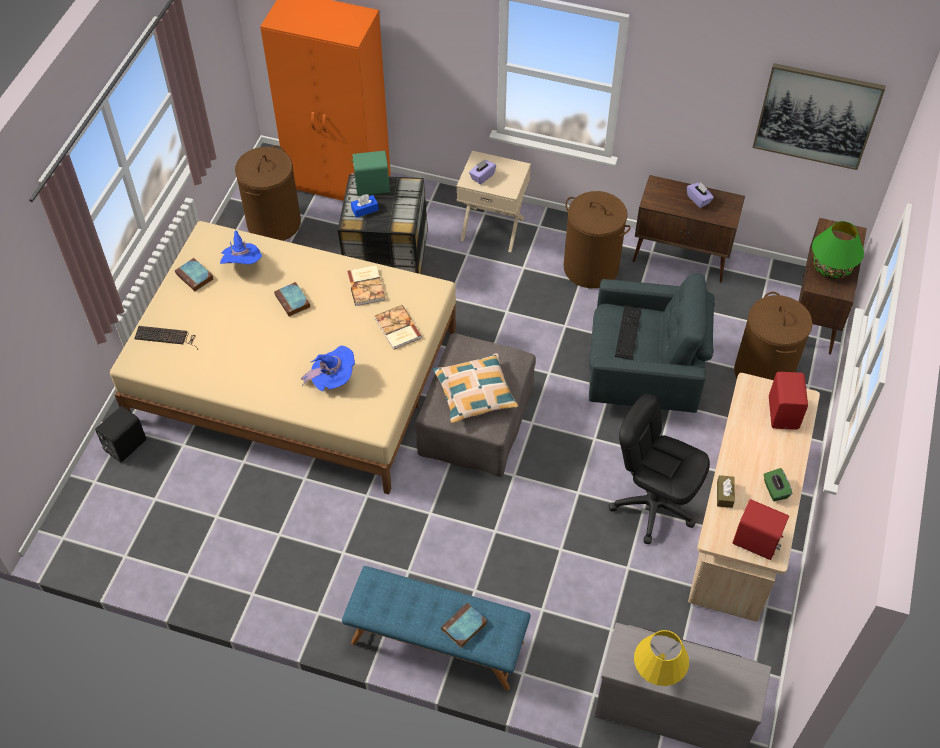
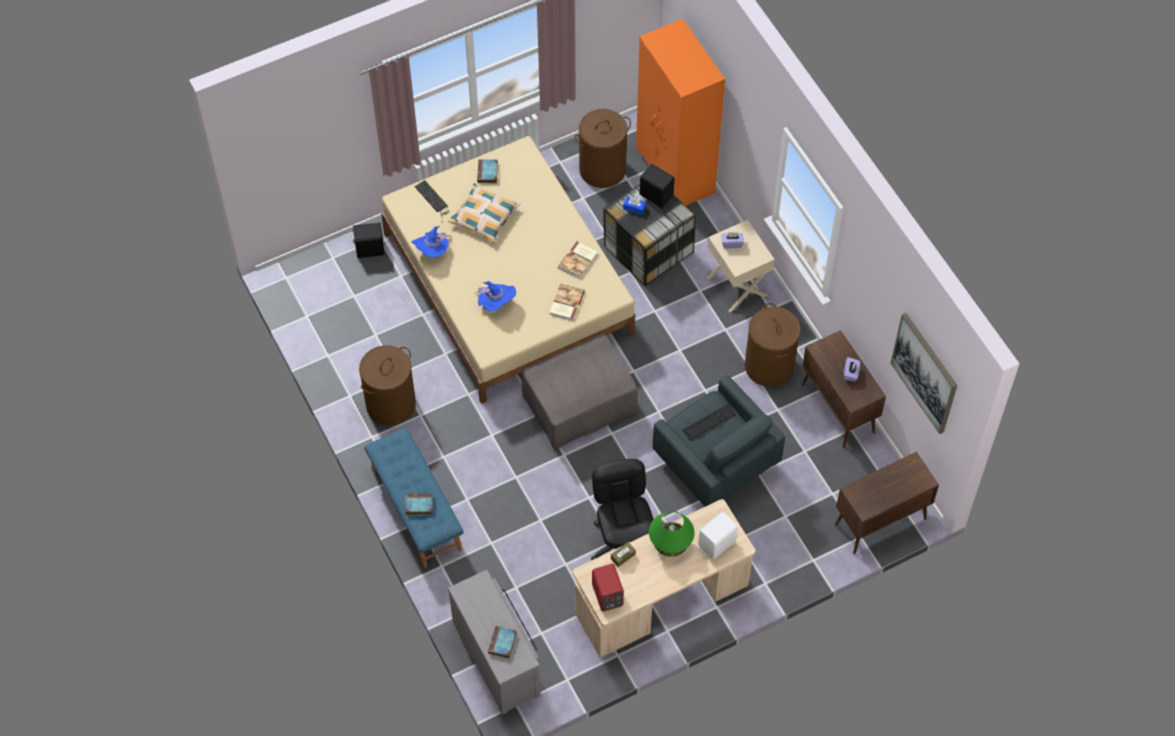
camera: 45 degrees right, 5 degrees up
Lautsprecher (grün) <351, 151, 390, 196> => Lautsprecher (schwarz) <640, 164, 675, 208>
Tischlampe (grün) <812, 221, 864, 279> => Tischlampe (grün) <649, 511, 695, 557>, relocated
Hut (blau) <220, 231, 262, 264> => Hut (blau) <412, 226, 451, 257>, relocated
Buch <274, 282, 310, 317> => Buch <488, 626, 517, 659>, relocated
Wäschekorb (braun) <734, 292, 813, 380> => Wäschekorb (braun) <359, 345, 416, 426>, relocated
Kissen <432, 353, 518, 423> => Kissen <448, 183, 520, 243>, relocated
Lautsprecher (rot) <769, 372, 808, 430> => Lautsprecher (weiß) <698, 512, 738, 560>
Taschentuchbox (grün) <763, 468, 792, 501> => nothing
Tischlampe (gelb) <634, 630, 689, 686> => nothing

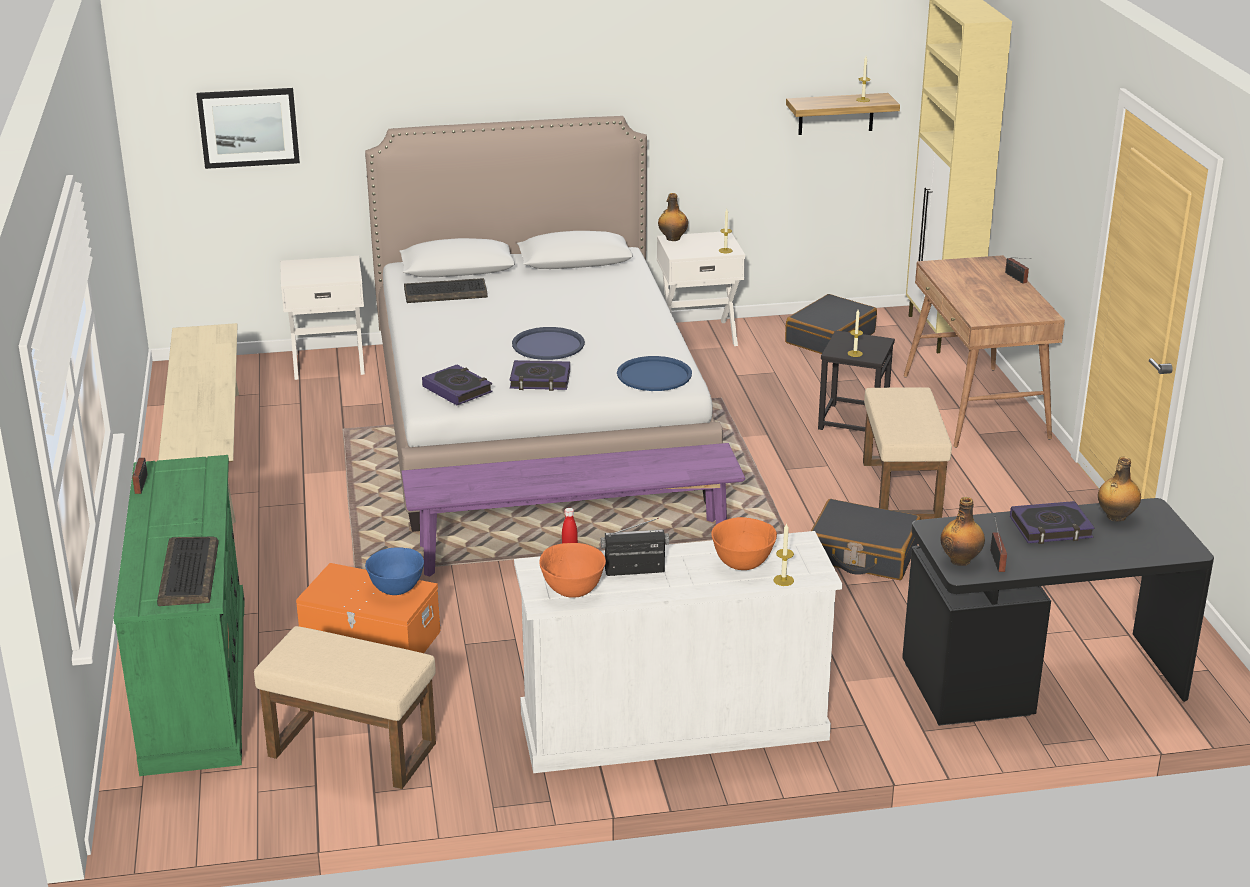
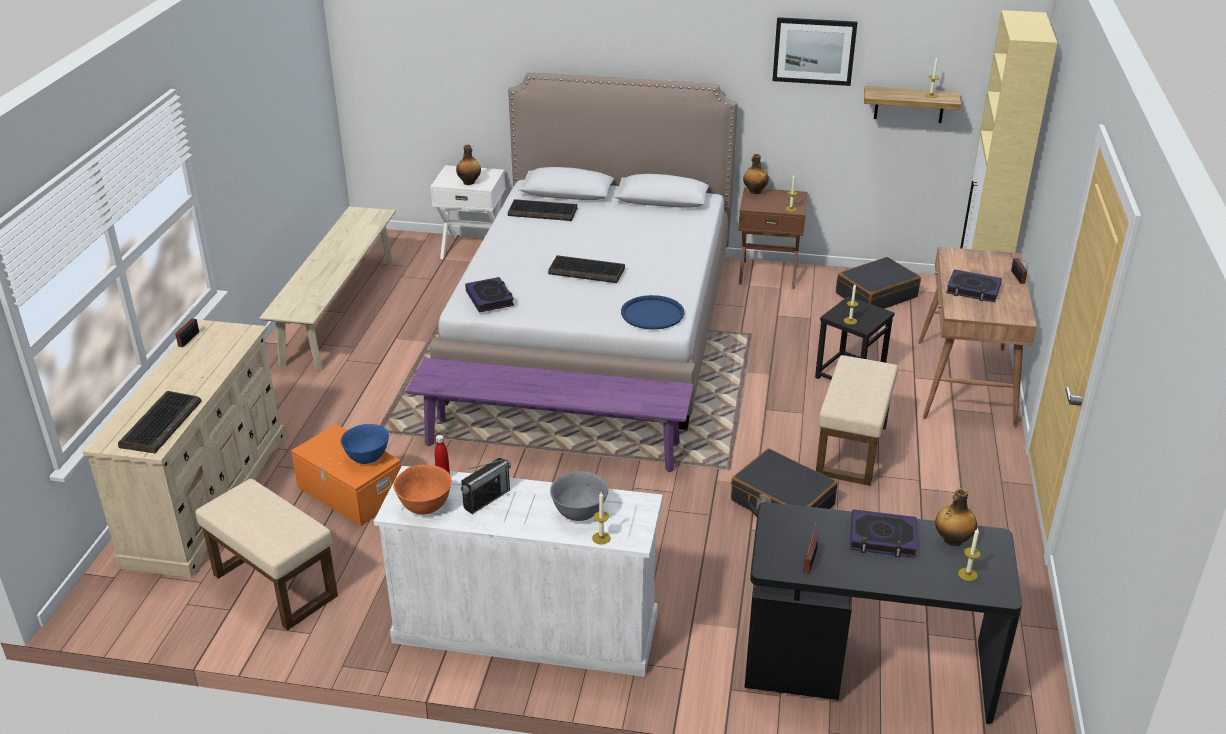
camera: 20 degrees right, 5 degrees up
Bild <197, 88, 300, 169> => Bild <772, 17, 857, 86>, relocated
Nachttisch (weiß) <657, 232, 745, 346> => Nachttisch (braun) <738, 187, 808, 289>
Tablett (blau) <512, 327, 585, 360> => Tastatur <548, 255, 625, 283>
Buch <510, 360, 570, 391> => Buch <946, 269, 1002, 302>, relocated
Kommode (grün) <114, 455, 244, 776> => Kommode (beige) <82, 320, 286, 578>
Flasche <941, 497, 985, 566> => Flasche <456, 145, 481, 185>, relocated
Schüssel (orange) <711, 517, 777, 570> => Schüssel (grau) <550, 471, 608, 521>
Radio <601, 518, 669, 576> => Radio <461, 458, 511, 514>, 120 degrees clockwise
nothing => Kerze <958, 528, 981, 581>

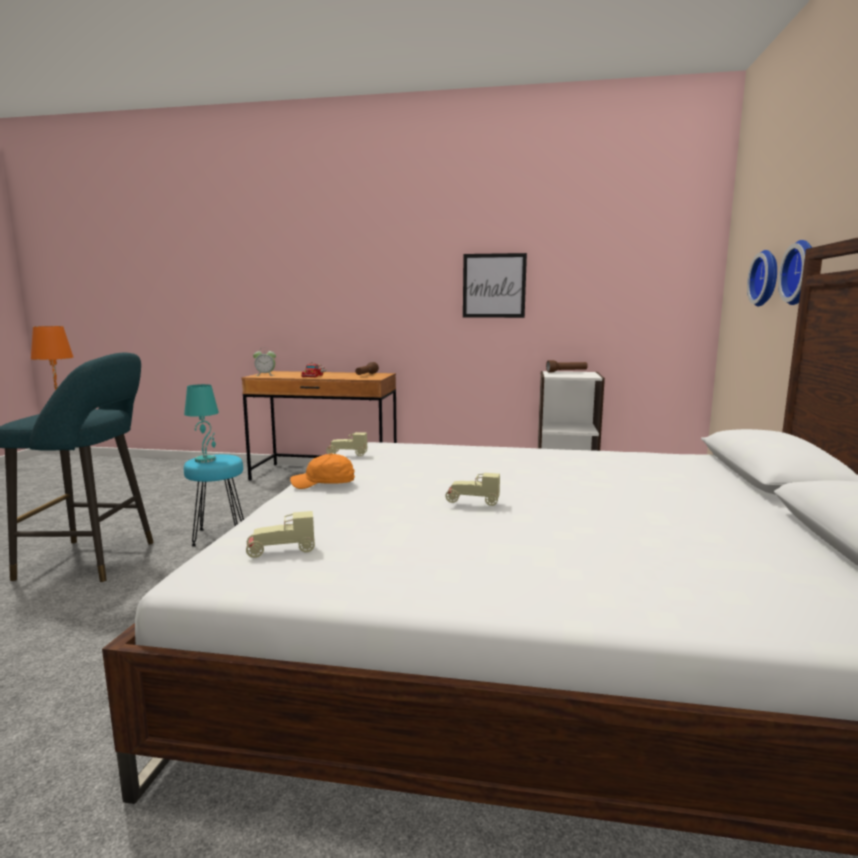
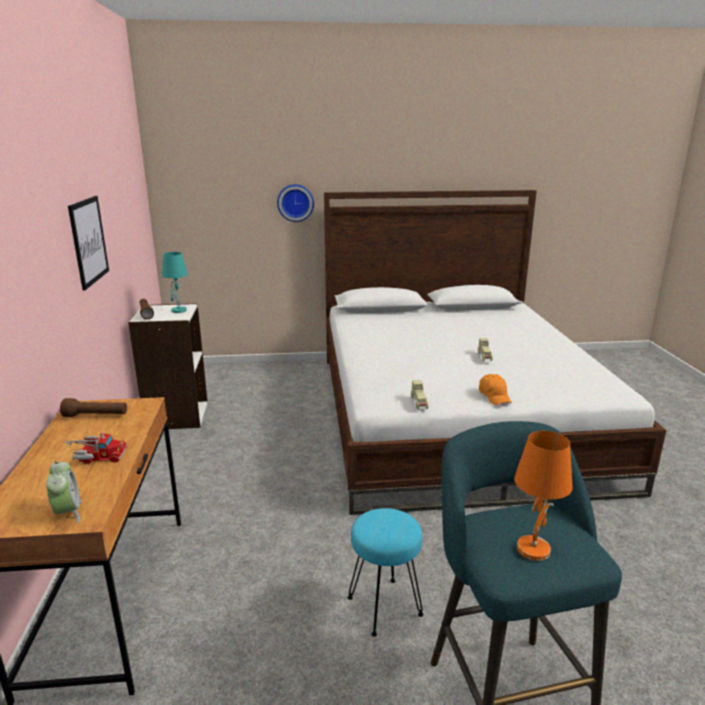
camera: 105 degrees left, 10 degrees up
Wanduhr <747, 250, 777, 306> => nothing
Tischlampe (türkis) <184, 384, 219, 463> => Tischlampe (türkis) <162, 252, 188, 313>, relocated
Spielzeugauto (beige) <246, 511, 315, 558> => nothing

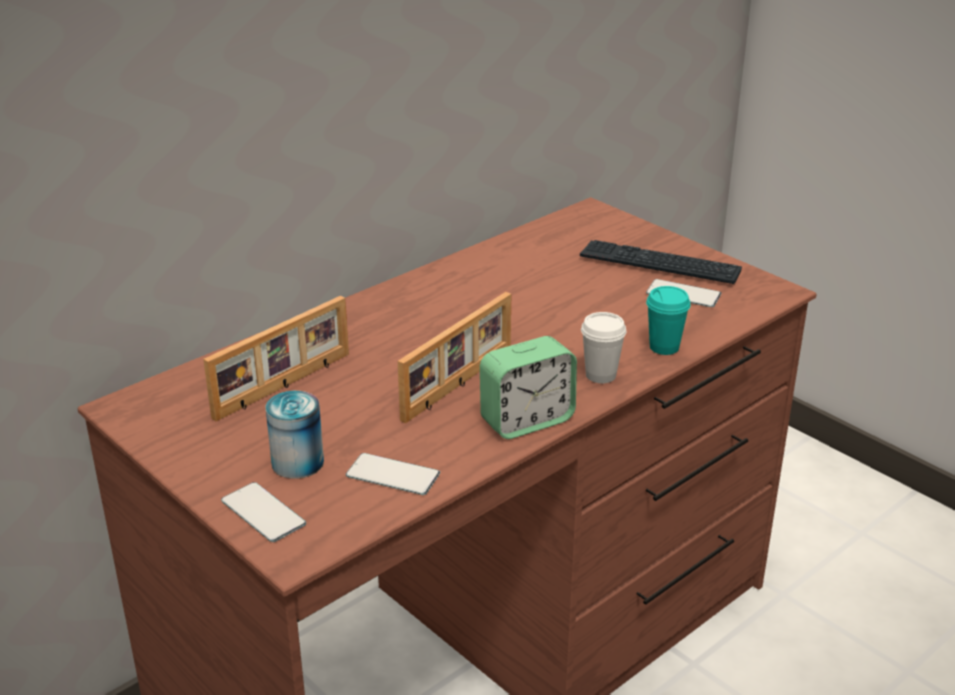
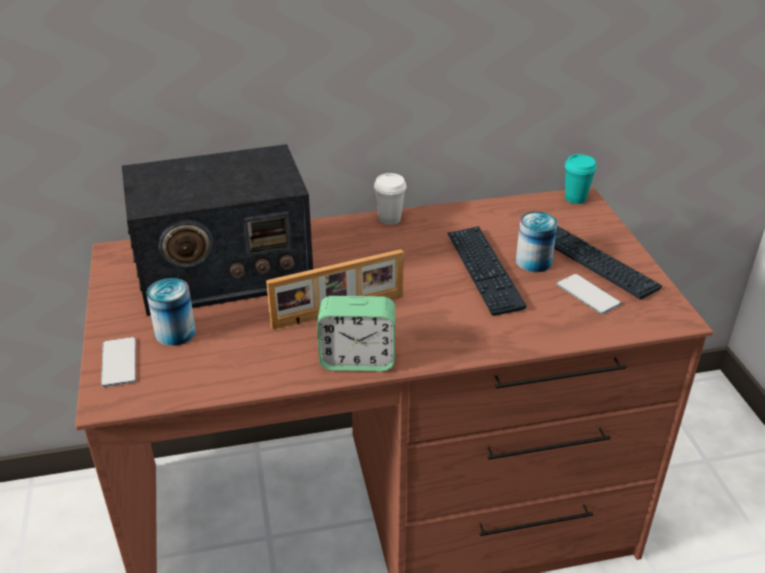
camera: 30 degrees right, 5 degrees up
Tasse (türkis) <646, 286, 690, 355> => Tasse (türkis) <565, 154, 597, 204>, relocated
Bilderrahmen <203, 296, 349, 421> => Radio <122, 144, 313, 316>
Tasse (weiß) <581, 312, 626, 383> => Tasse (weiß) <374, 173, 406, 225>, relocated
Handy <346, 453, 440, 495> => nothing
nothing => Dose <516, 212, 558, 272>
nothing => Tastatur <447, 226, 527, 316>

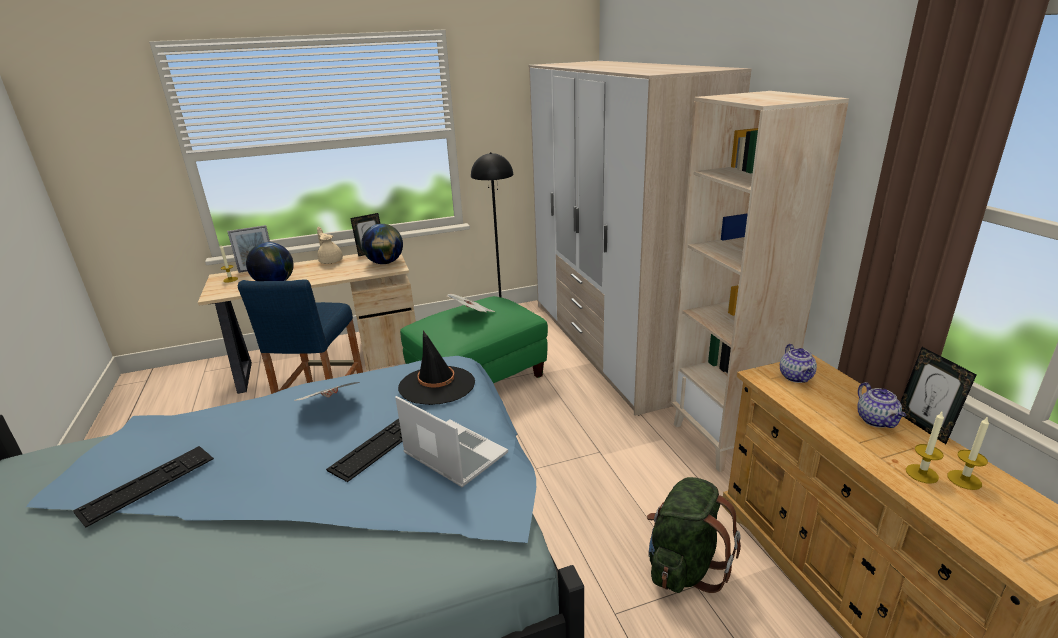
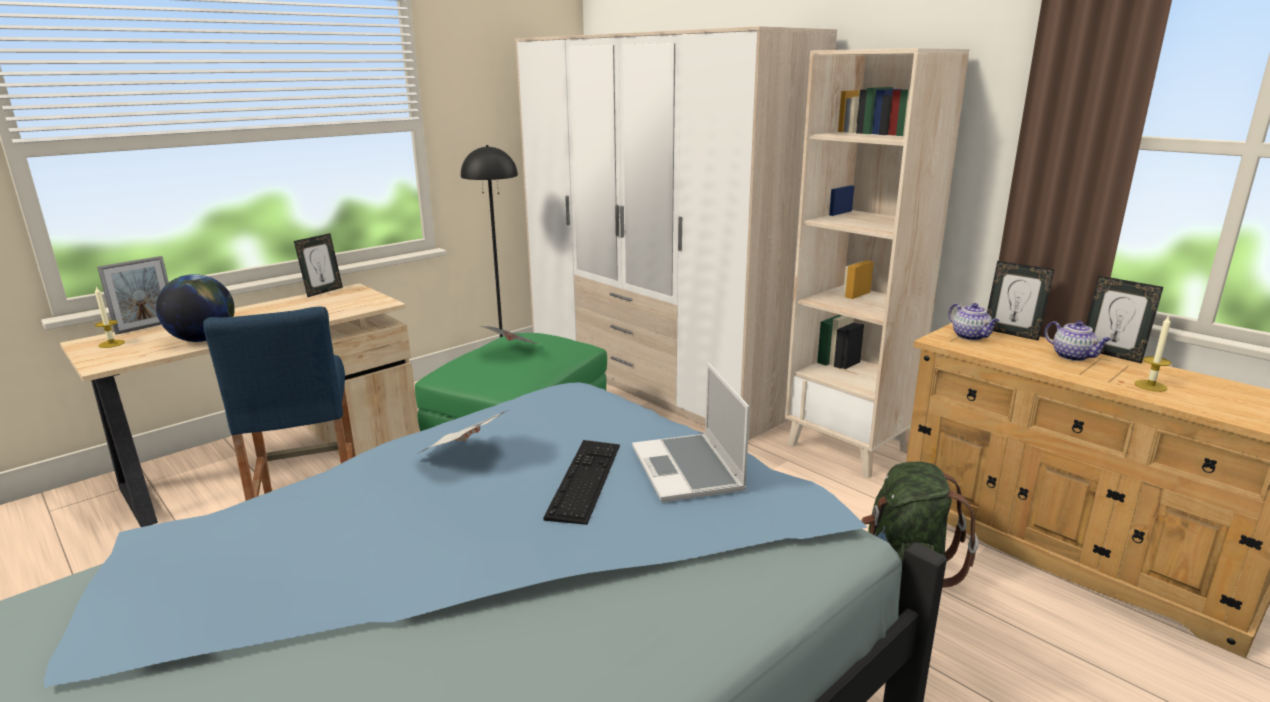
camera: 25 degrees left, 5 degrees down
Globus <361, 224, 403, 264> => nothing
Teekanne (beige) <317, 227, 343, 264> => nothing
Hut (schwarz) <398, 331, 475, 405> => nothing
Laptop <395, 396, 508, 487> => Laptop <632, 363, 750, 502>, 120 degrees counterclockwise
Kerze <947, 416, 989, 490> => nothing
Tastatur <73, 446, 214, 527> => nothing
nothing => Bilderrahmen <987, 261, 1055, 341>

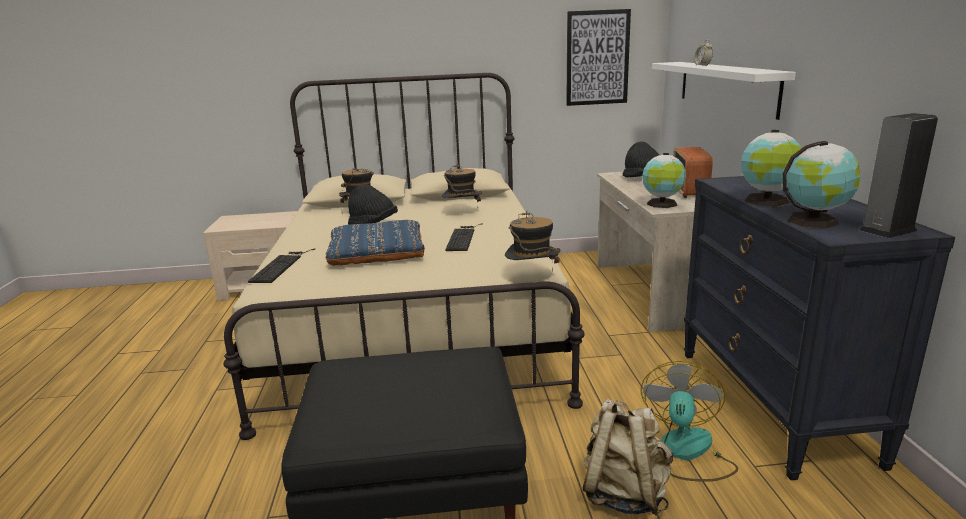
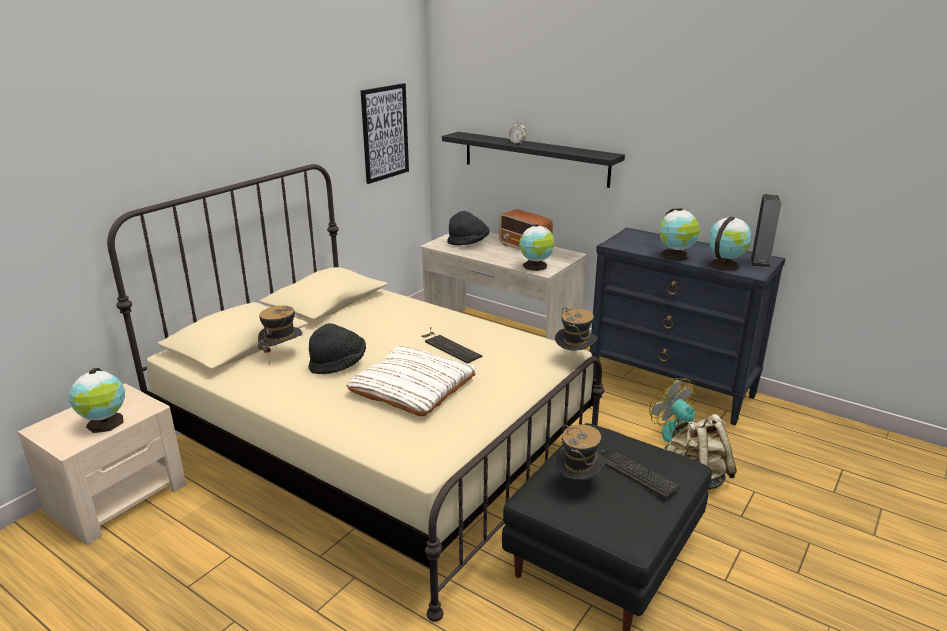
camera: 50 degrees left, 5 degrees up
Wandregal (weiß) <652, 62, 796, 120> => Wandregal (schwarz) <442, 132, 625, 188>
Hut <442, 164, 482, 202> => Hut <554, 425, 606, 480>, relocated
Kissen (blau) <325, 220, 425, 266> => Kissen (weiß) <347, 345, 476, 416>
Tastatur <248, 248, 315, 283> => Tastatur <598, 440, 681, 499>, relocated
nothing => Globus <69, 368, 125, 433>

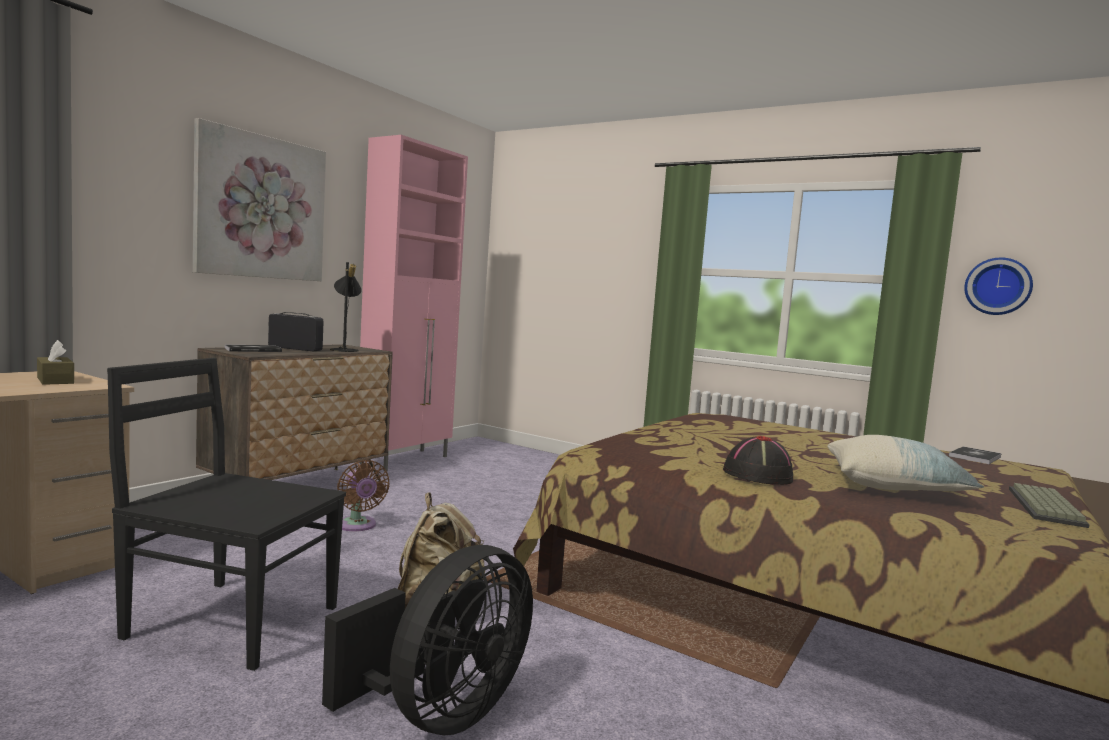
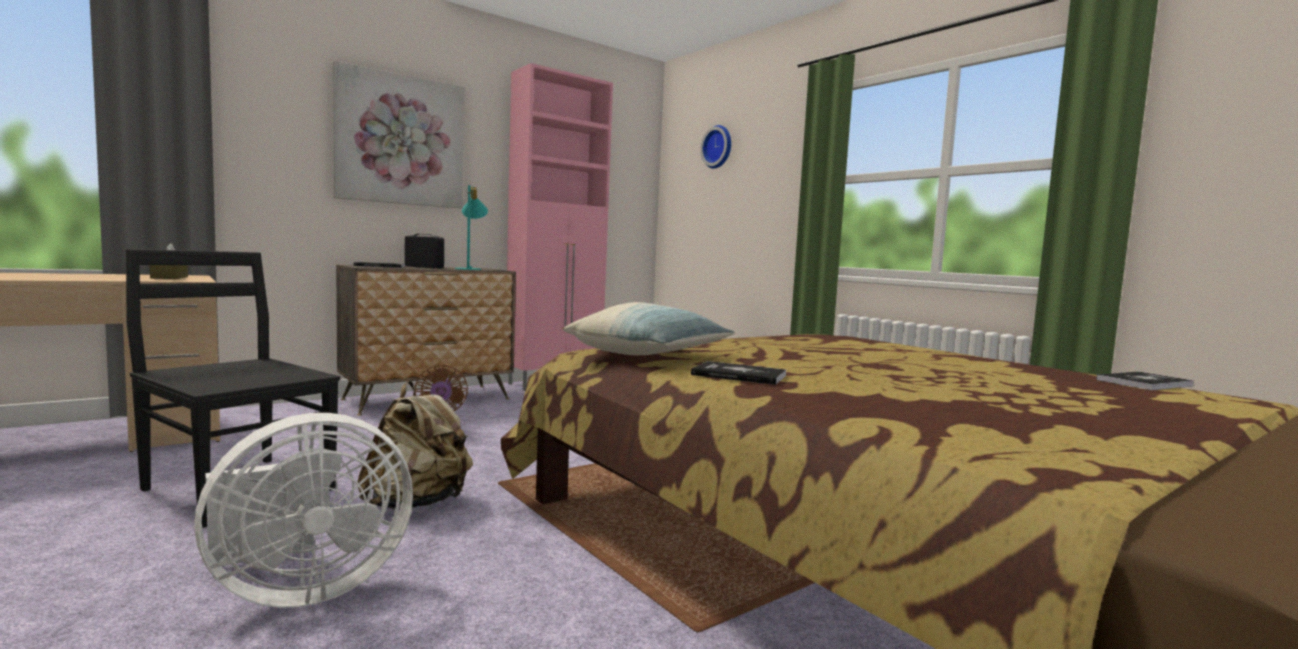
camera: 20 degrees right, 0 degrees up
Wanduhr <964, 258, 1033, 315> => Wanduhr <700, 125, 731, 169>, relocated
Tischlampe (schwarz) <330, 262, 361, 352> => Tischlampe (türkis) <455, 185, 488, 270>
Kissen <827, 435, 984, 491> => Kissen <563, 302, 735, 355>, relocated
Hut (schwarz) <723, 436, 793, 485> => Buch <691, 361, 786, 385>
Tastatur <1009, 483, 1090, 528> => nothing
Ventilator (schwarz) <322, 545, 533, 735> => Ventilator (weiß) <194, 413, 413, 608>

